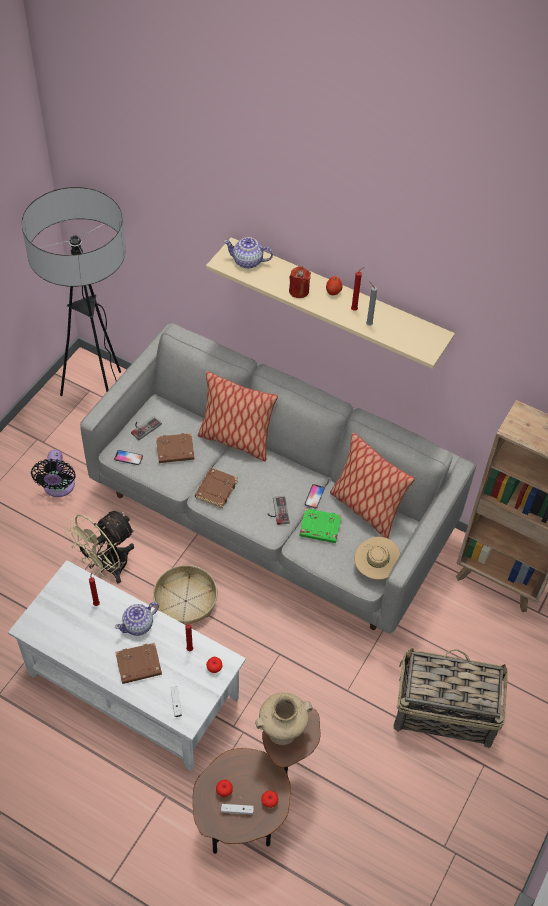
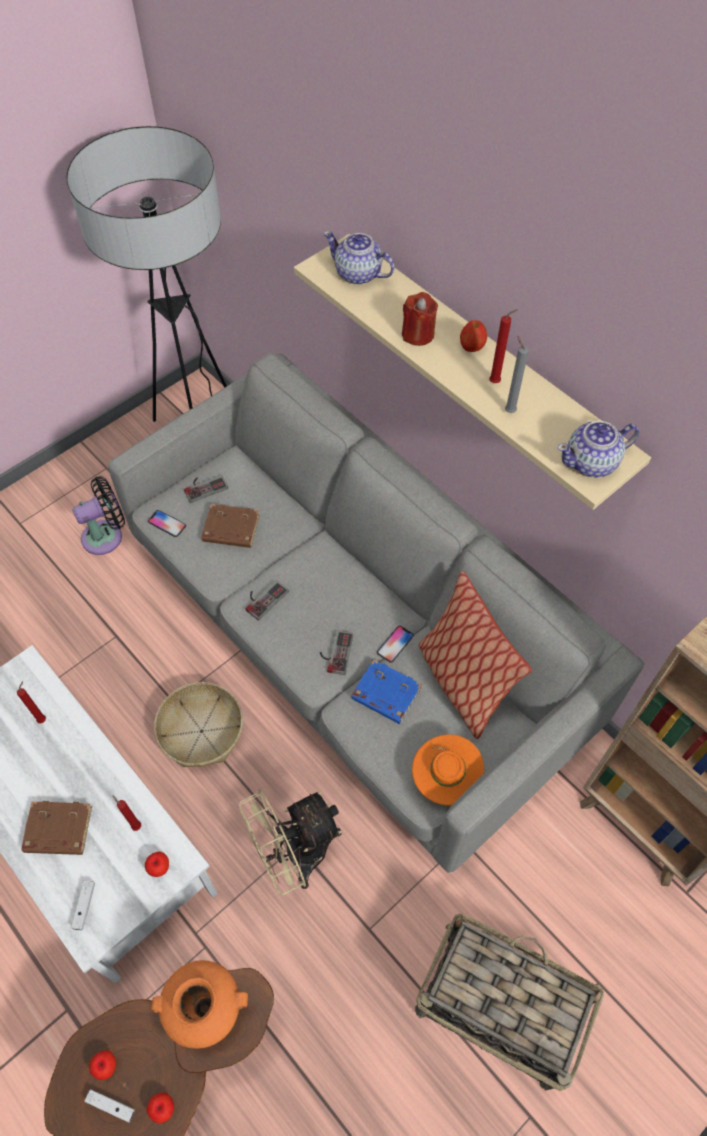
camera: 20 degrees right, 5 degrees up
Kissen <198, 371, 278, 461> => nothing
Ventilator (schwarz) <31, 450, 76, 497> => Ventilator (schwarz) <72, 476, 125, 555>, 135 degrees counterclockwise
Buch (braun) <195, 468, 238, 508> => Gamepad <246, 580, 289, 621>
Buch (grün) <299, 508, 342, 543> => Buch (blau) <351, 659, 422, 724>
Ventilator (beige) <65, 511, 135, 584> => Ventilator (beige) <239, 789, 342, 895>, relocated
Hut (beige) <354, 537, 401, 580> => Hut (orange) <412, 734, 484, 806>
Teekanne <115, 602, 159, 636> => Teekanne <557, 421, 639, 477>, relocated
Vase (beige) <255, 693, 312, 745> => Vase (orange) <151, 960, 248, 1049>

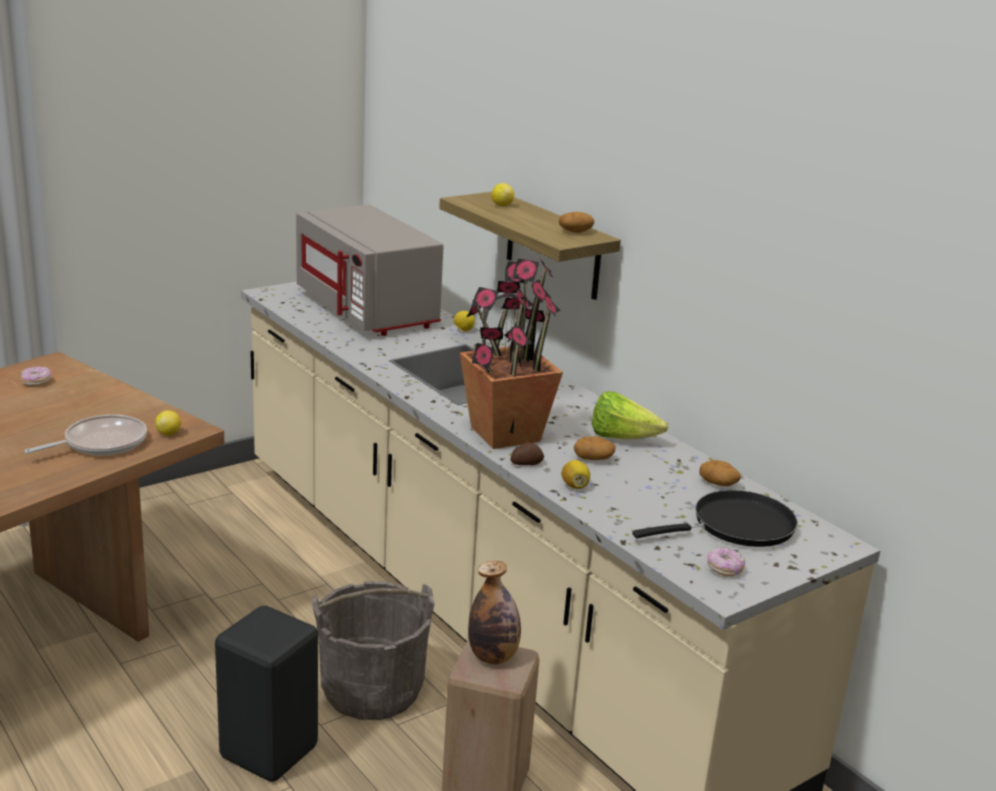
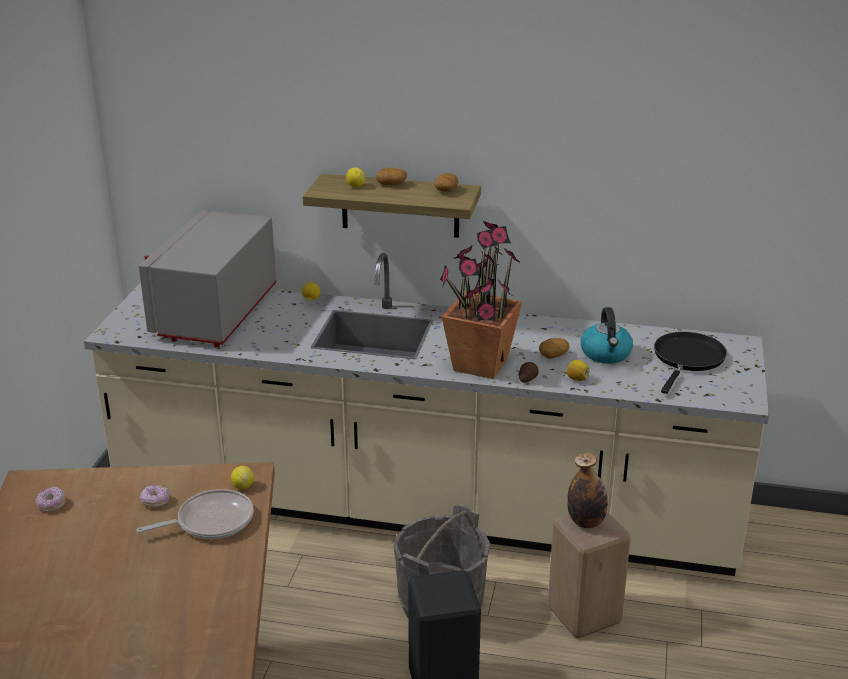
camera: 40 degrees left, 5 degrees up
Mikrowelle (grau) <296, 205, 443, 336> => Mikrowelle (grau) <139, 210, 276, 347>, 90 degrees clockwise
Salatkopf <592, 391, 669, 439> => nothing
Pfanne <24, 414, 147, 455> => Pfanne <136, 489, 253, 539>, 60 degrees clockwise
Kartoffel <699, 460, 741, 486> => Kartoffel <376, 167, 407, 185>, relocated
Donut <707, 547, 745, 576> => Donut <140, 485, 170, 508>, relocated
nothing => Wasserkessel <581, 307, 633, 364>

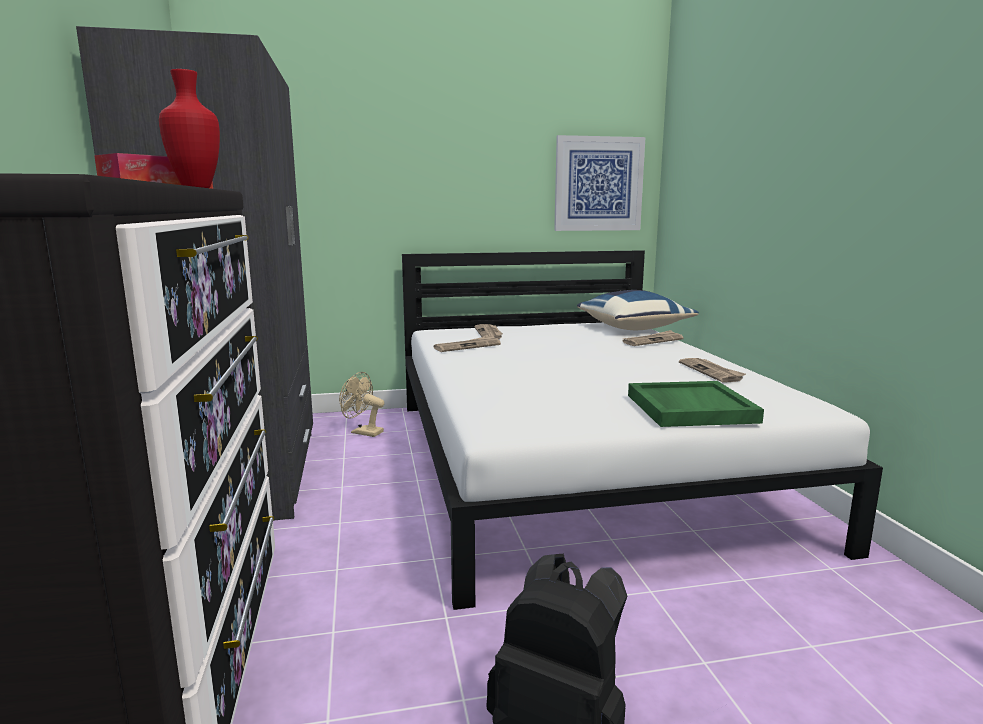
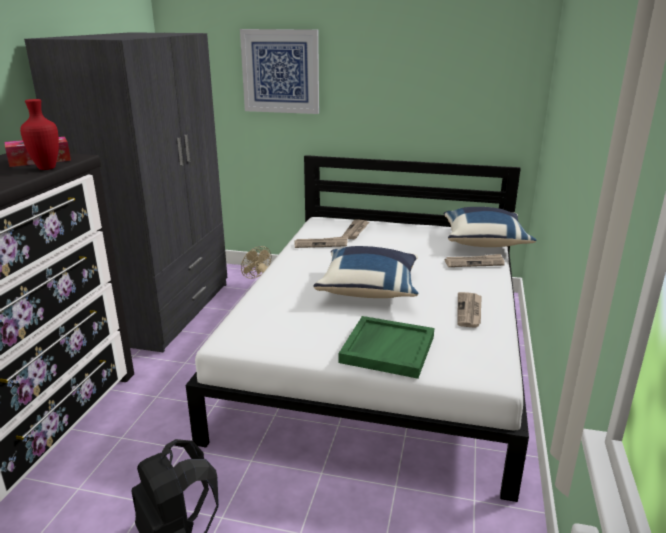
camera: 25 degrees right, 10 degrees up
Bild <554, 135, 645, 231> => Bild <240, 29, 319, 114>, relocated
nothing => Kissen (blau) <313, 246, 418, 298>

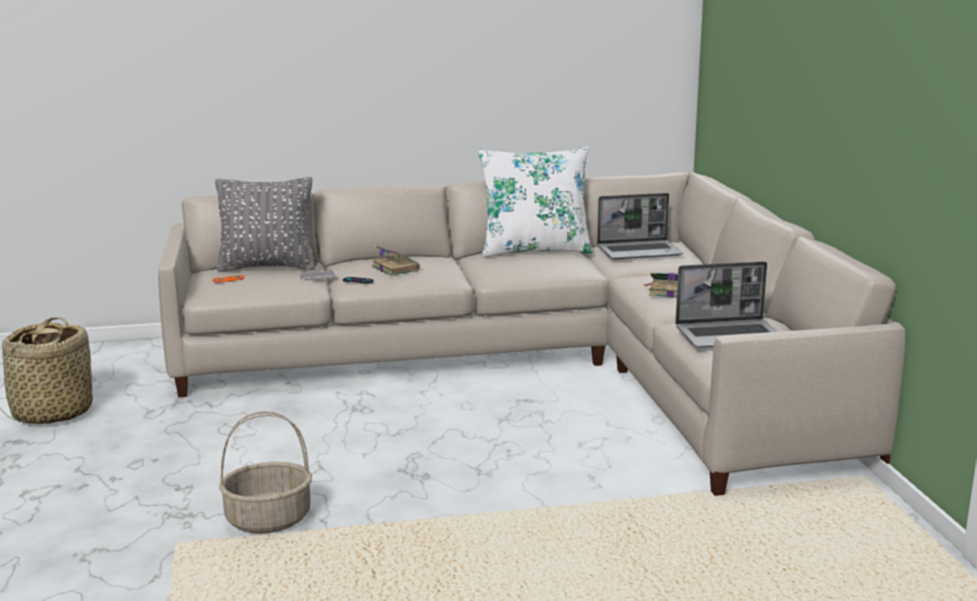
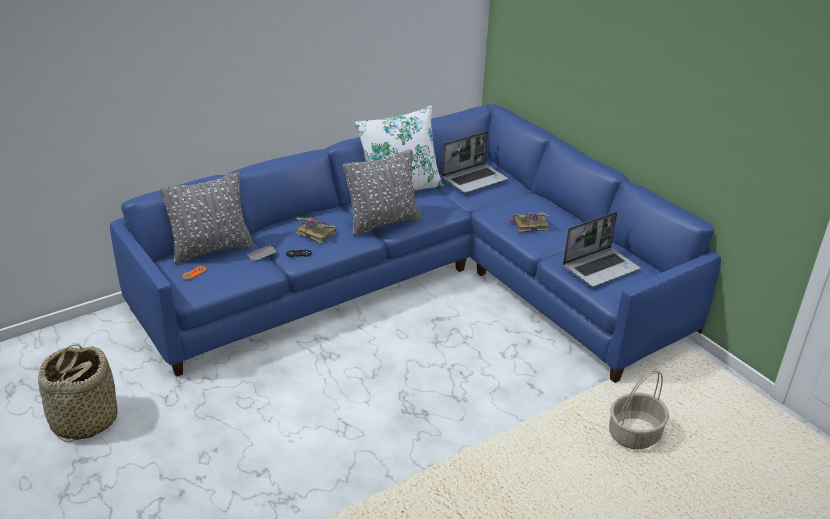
camera: 25 degrees left, 15 degrees up
Sofa (beige) <158, 172, 905, 496> => Sofa (blau) <110, 104, 721, 383>
Korb <219, 411, 312, 533> => Korb <609, 370, 669, 449>, relocated
nothing => Kissen (grau) <343, 149, 422, 236>

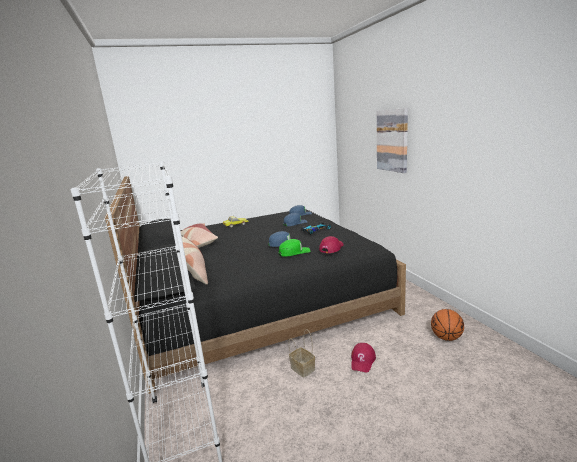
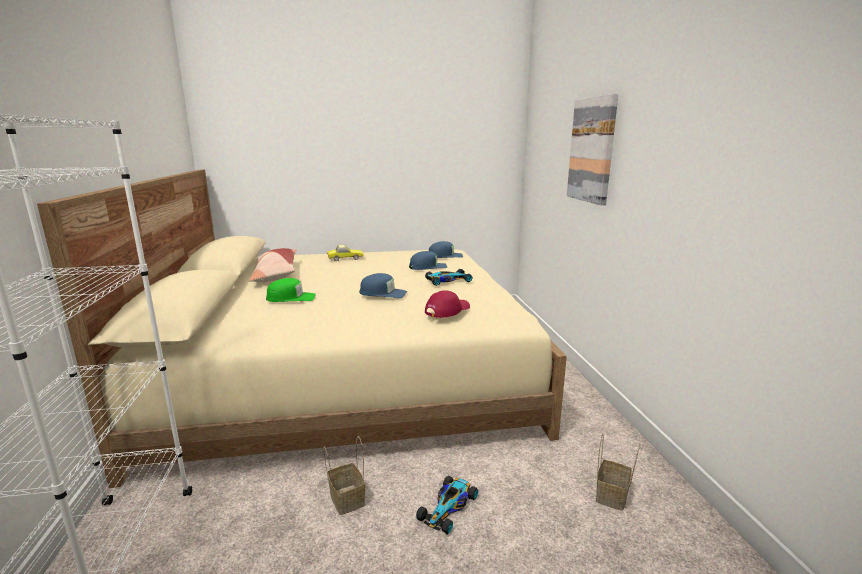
camera: 10 degrees right, 0 degrees up
Bett (schwarz) <105, 176, 406, 394> => Bett (beige) <37, 170, 567, 488>
Kissen <182, 236, 208, 285> => nothing
Kappe (grün) <279, 239, 311, 257> => Kappe (grün) <266, 278, 316, 302>, relocated
Basketball <431, 309, 464, 341> => Korb <596, 433, 640, 511>
Kappe (rot) <351, 343, 376, 372> => Spielzeugauto <416, 476, 478, 534>

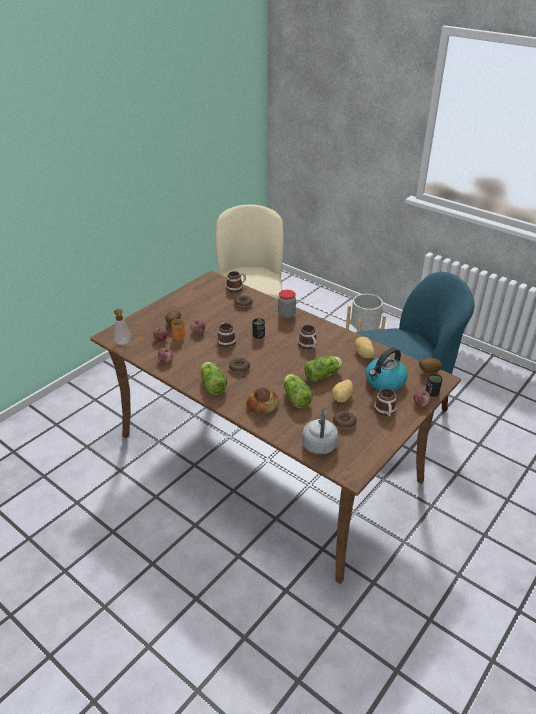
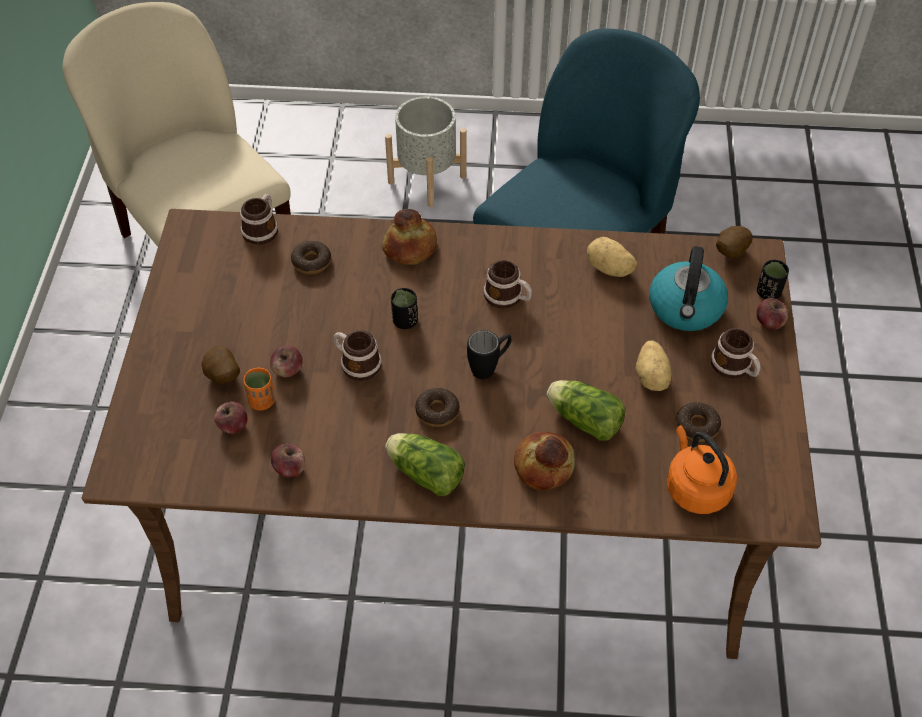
camera: 35 degrees left, 15 degrees up
Vorratsglas <278, 290, 296, 319> => Brot <383, 209, 437, 265>
Seifenspender <114, 309, 132, 345> => nothing
Salatkopf <304, 356, 343, 382> => nothing
Wasserkessel (grau) <302, 408, 338, 454> => Wasserkessel (orange) <667, 425, 737, 514>
nothing => Henkelbecher (schwarz) <467, 330, 512, 379>

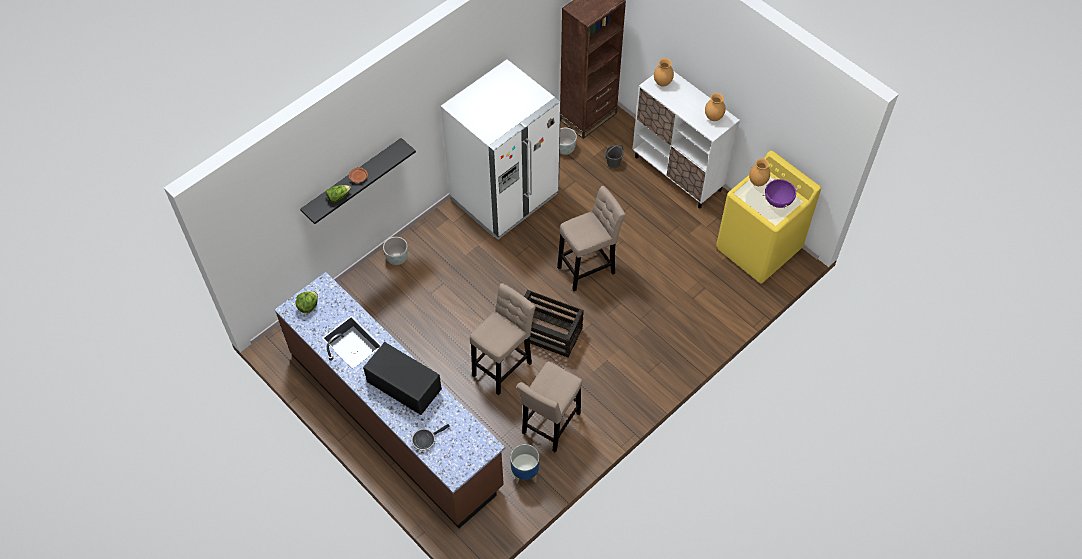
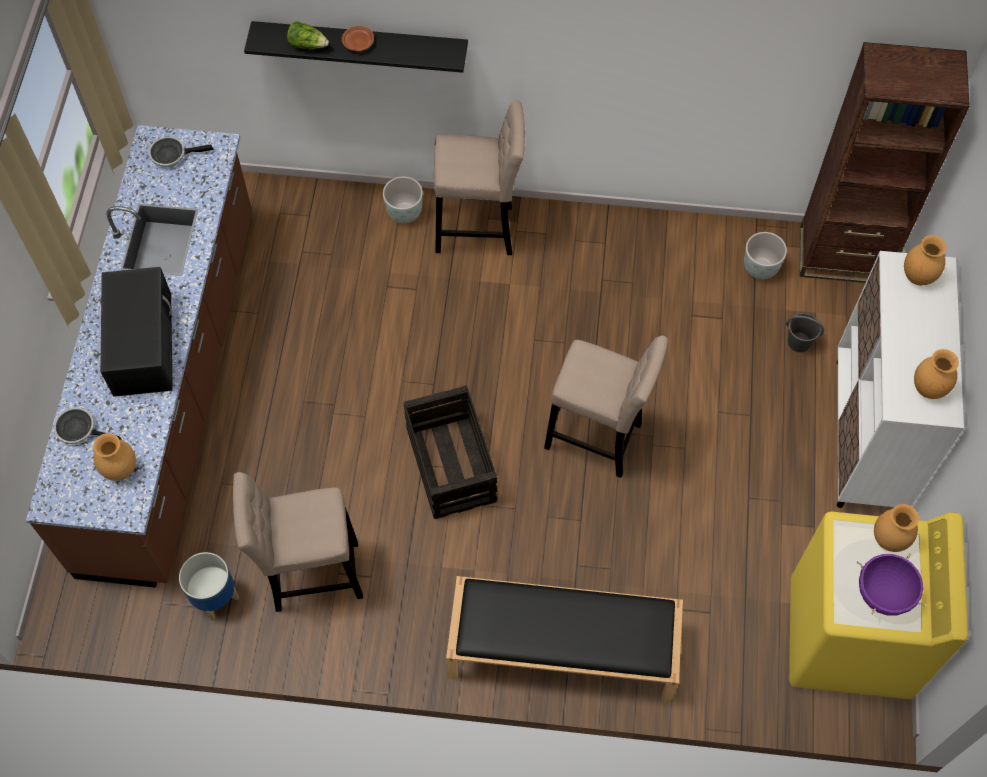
camera: 50 degrees right, 5 degrees up
Kühlschrank (weiß) <441, 59, 561, 240> => nothing
Hocker (beige) <470, 283, 536, 395> => Hocker (beige) <434, 100, 525, 255>, relocated
Salatkopf <295, 291, 318, 313> => Pfanne <149, 136, 214, 167>
nothing => Vase (braun) <93, 433, 136, 481>
nothing => Bank (schwarz) <446, 576, 683, 703>

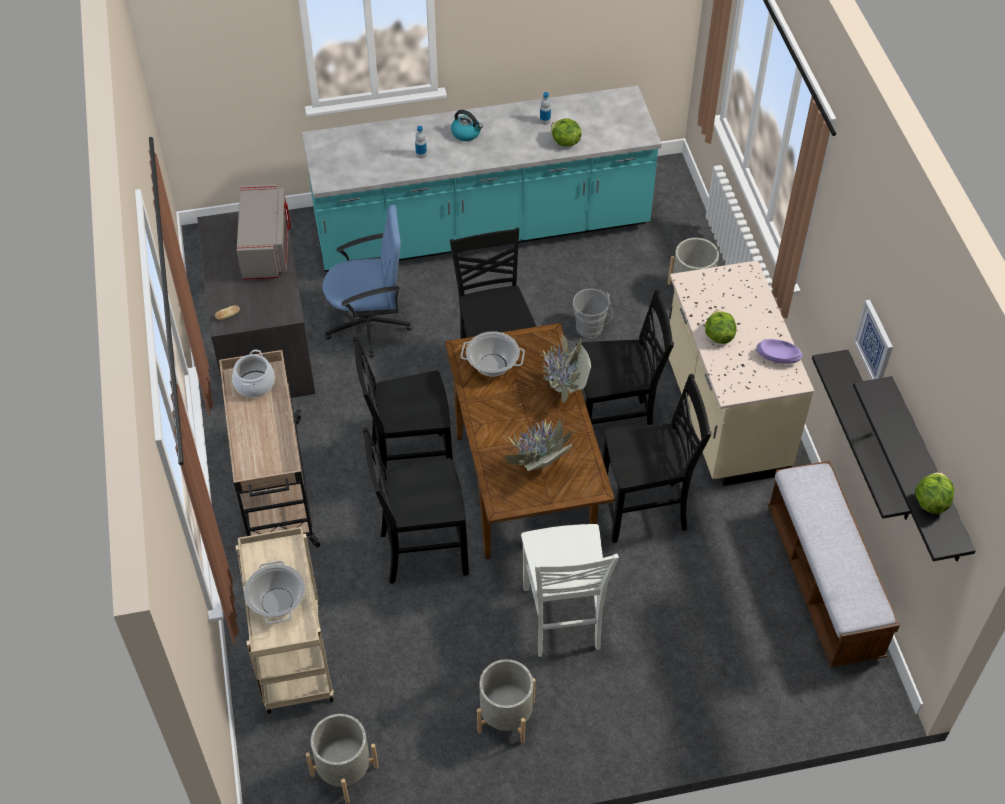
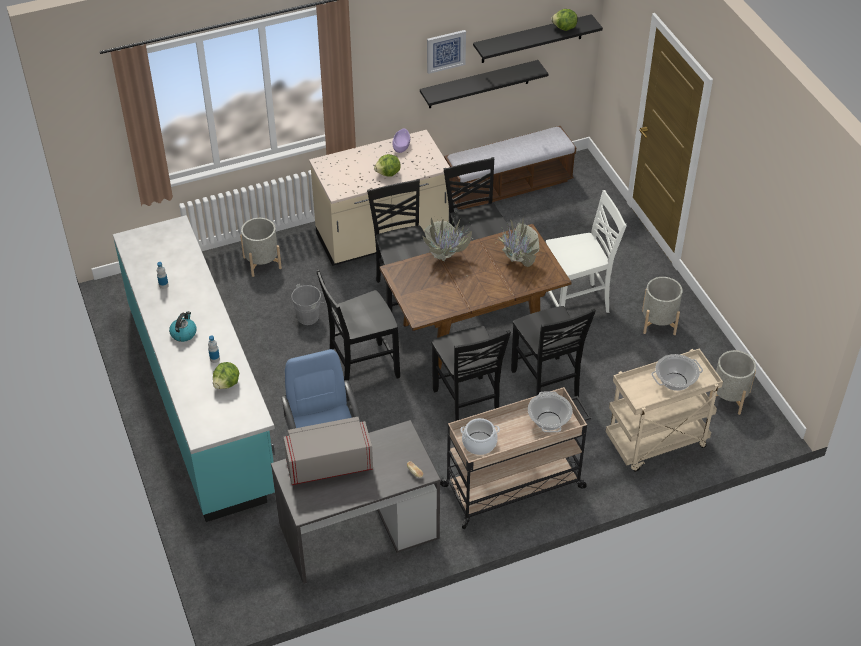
camera: 100 degrees left, 5 degrees down
Salatkopf <551, 118, 581, 146> => Salatkopf <213, 362, 239, 389>, relocated
Kochtopf <461, 331, 525, 377> => Kochtopf <528, 392, 572, 432>, relocated

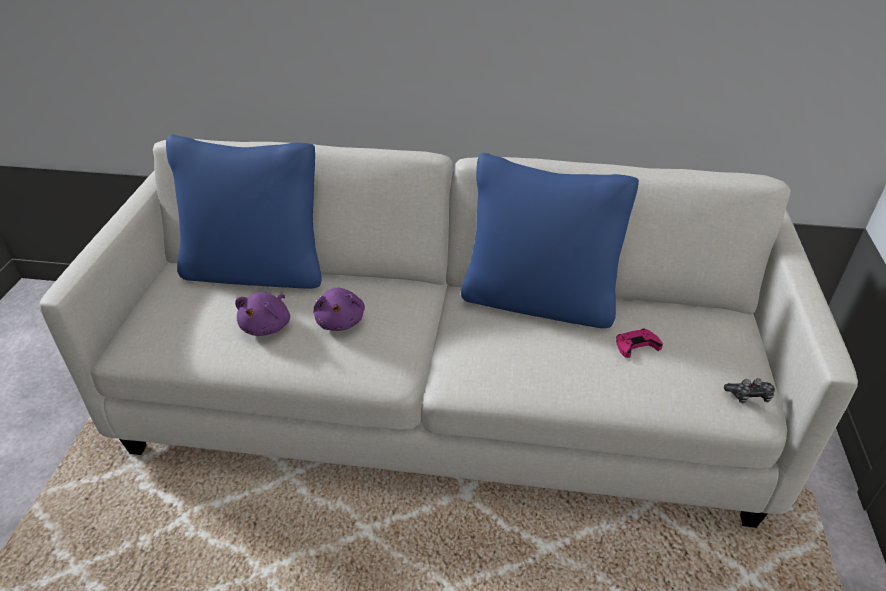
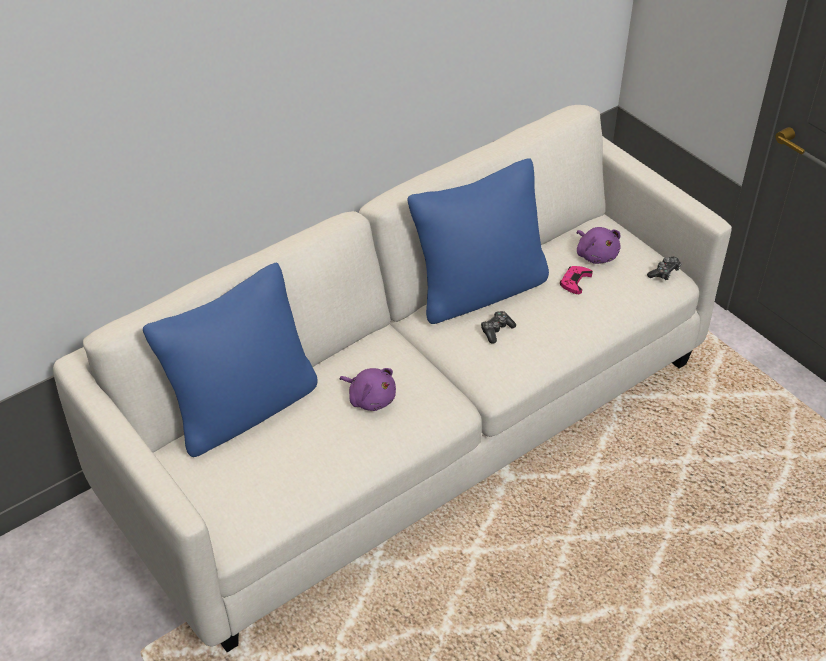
camera: 45 degrees left, 5 degrees up
Plüschtier (lila) <235, 292, 290, 336> => Plüschtier (lila) <576, 227, 621, 264>, relocated
nothing => Gamepad <481, 311, 516, 343>

